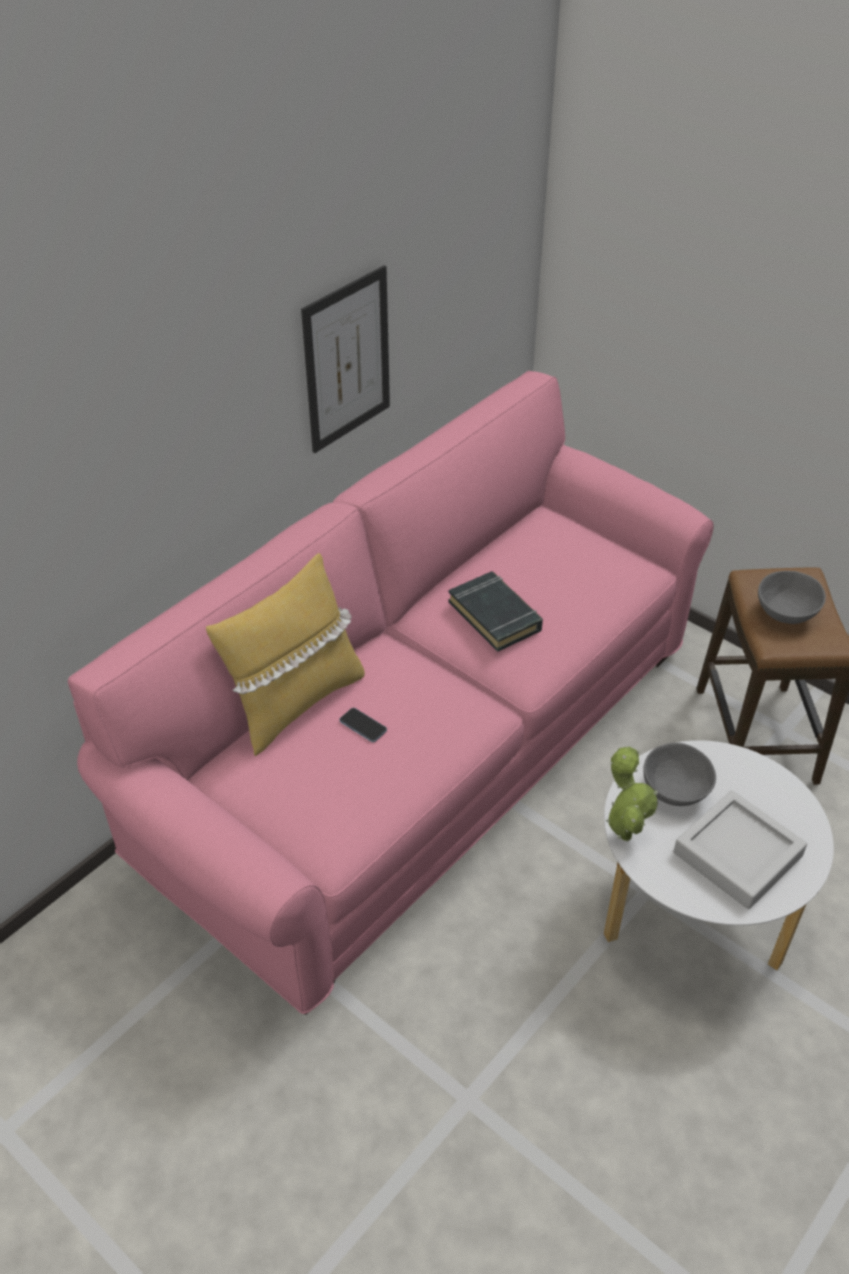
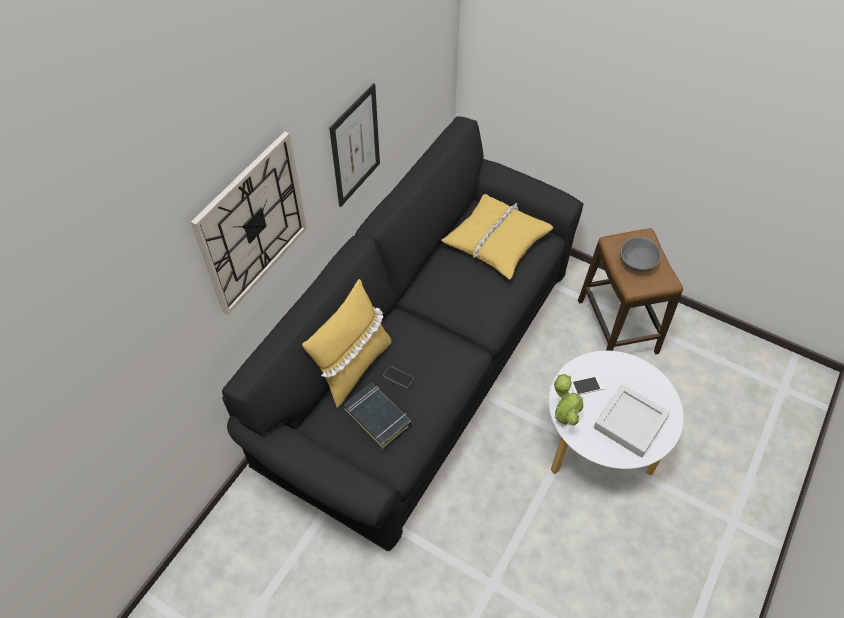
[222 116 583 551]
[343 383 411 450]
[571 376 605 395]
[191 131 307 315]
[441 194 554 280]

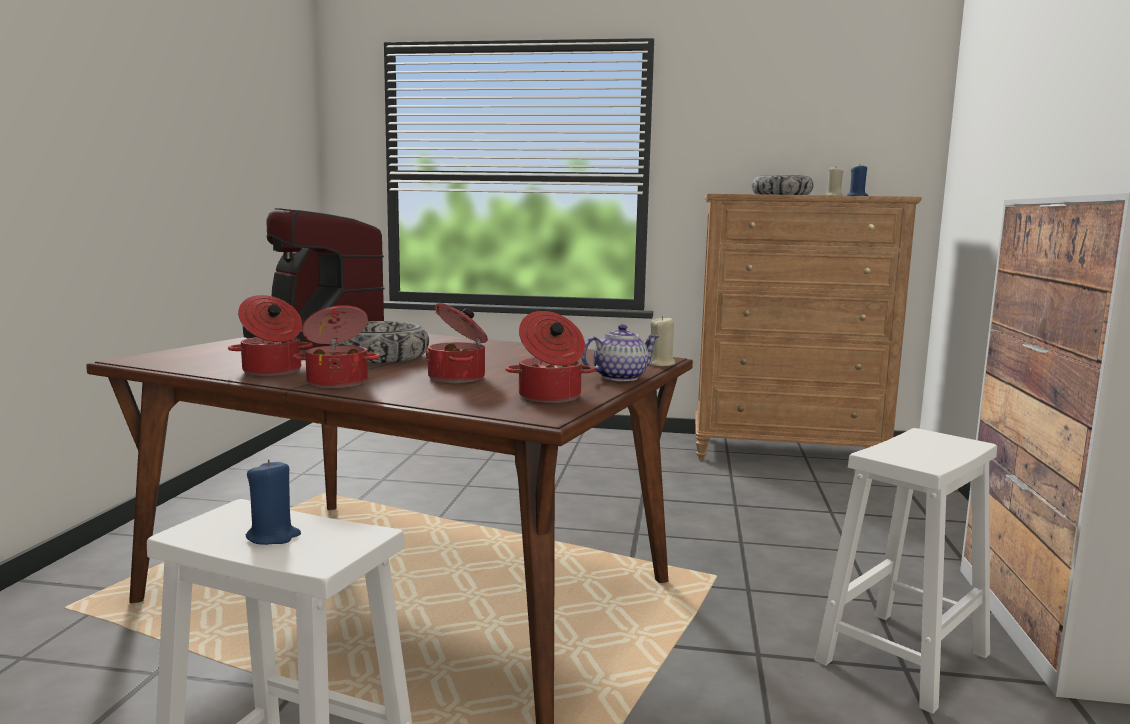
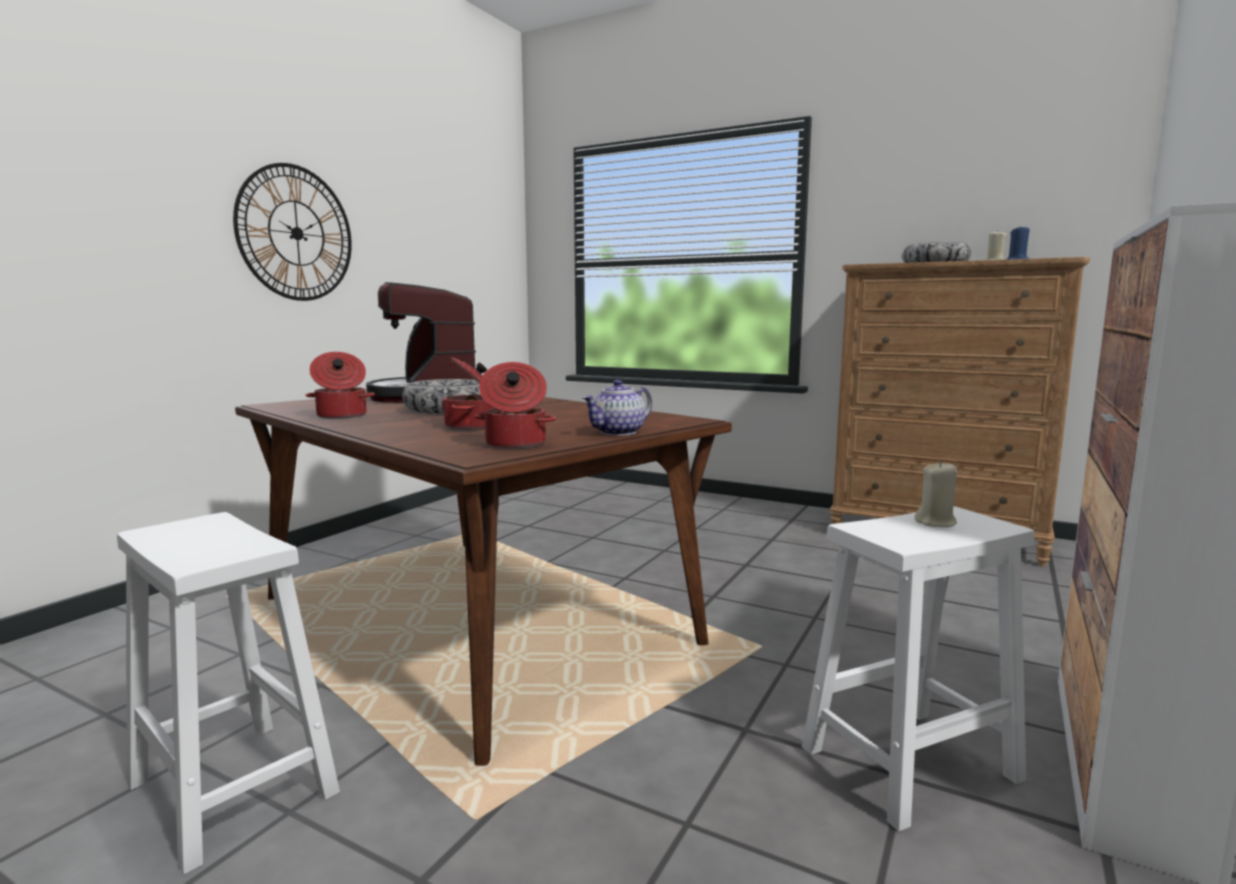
[293 305 380 388] (first image)
[914 461 957 527]
[582 380 652 436]
[246 459 301 545] (first image)
[233 163 352 301]

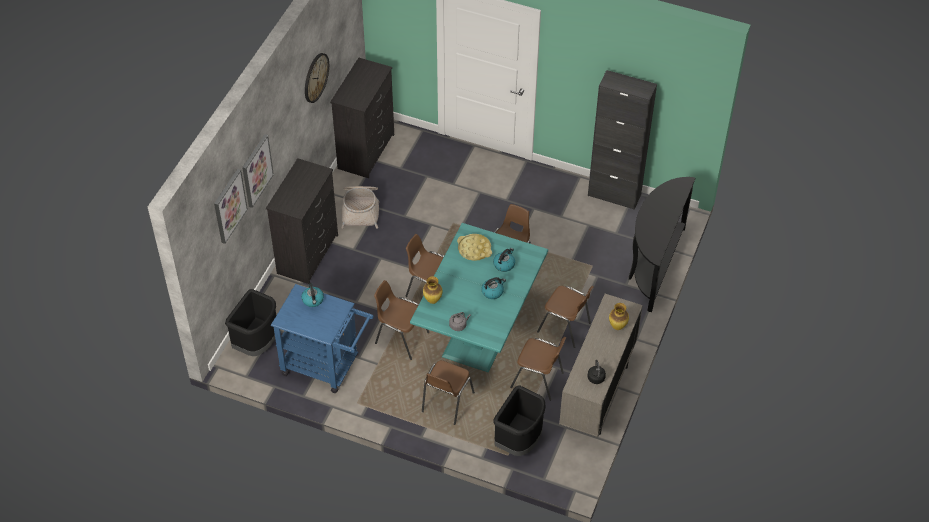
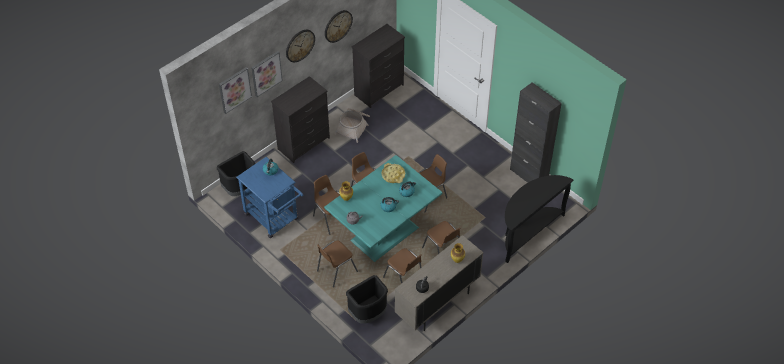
[286 30 315 62]

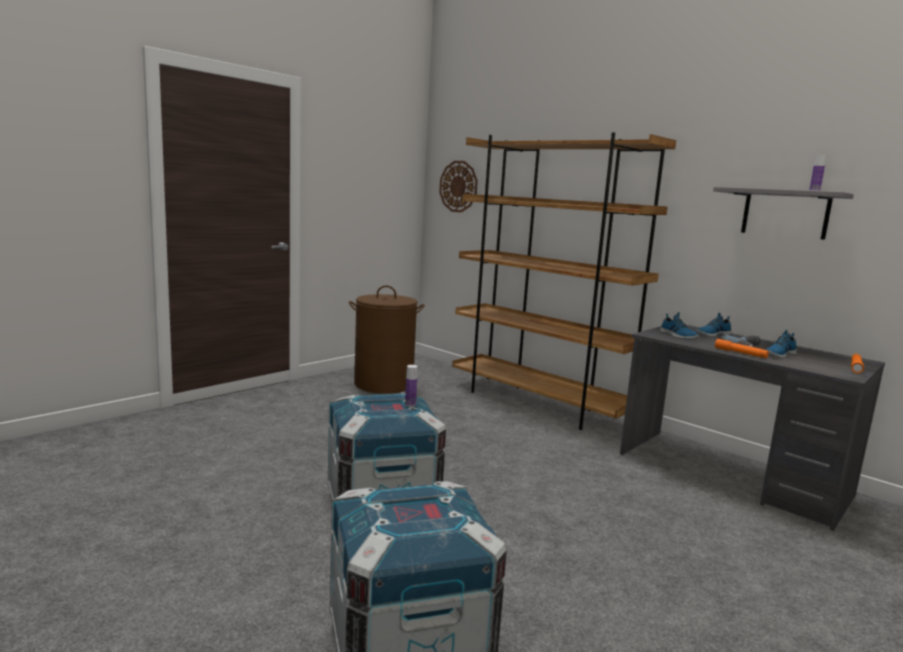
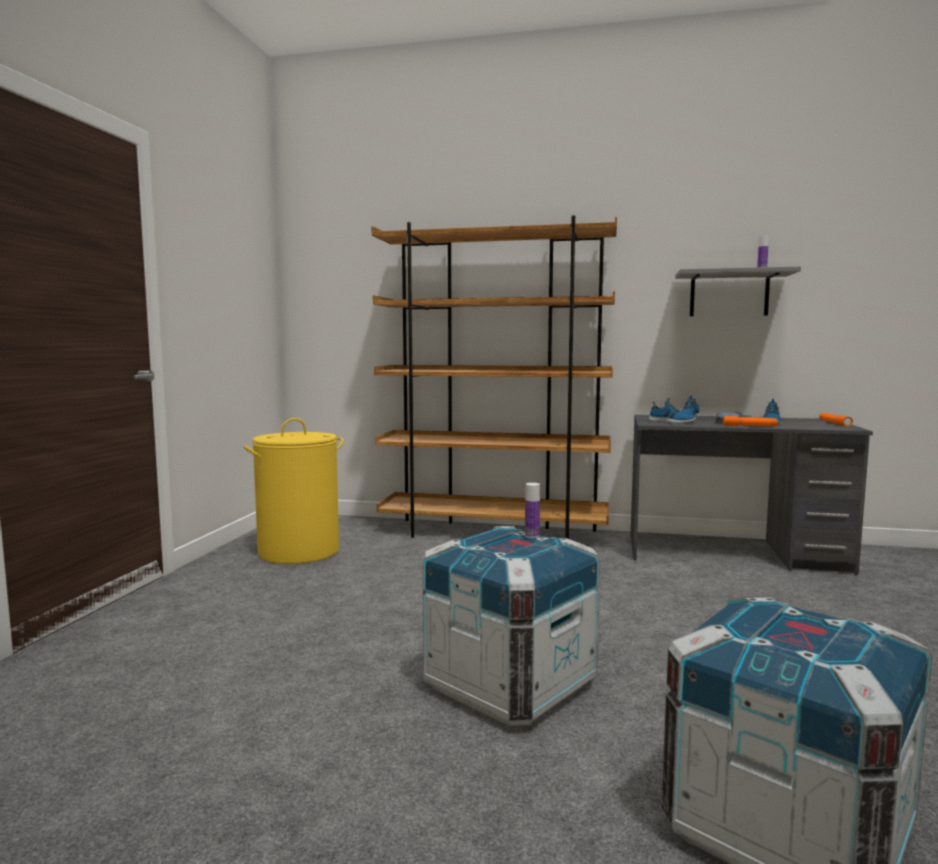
[439 161 478 212] (first image)
[244 418 344 564]

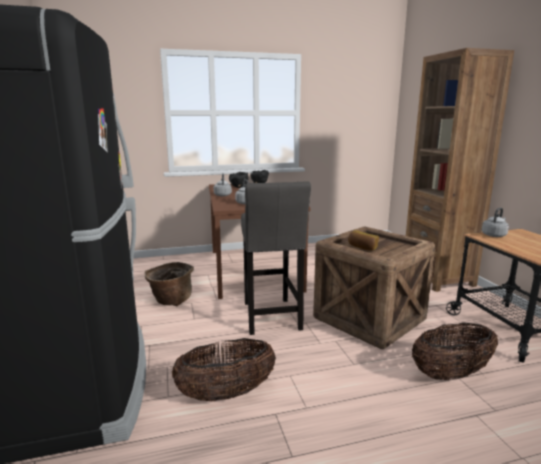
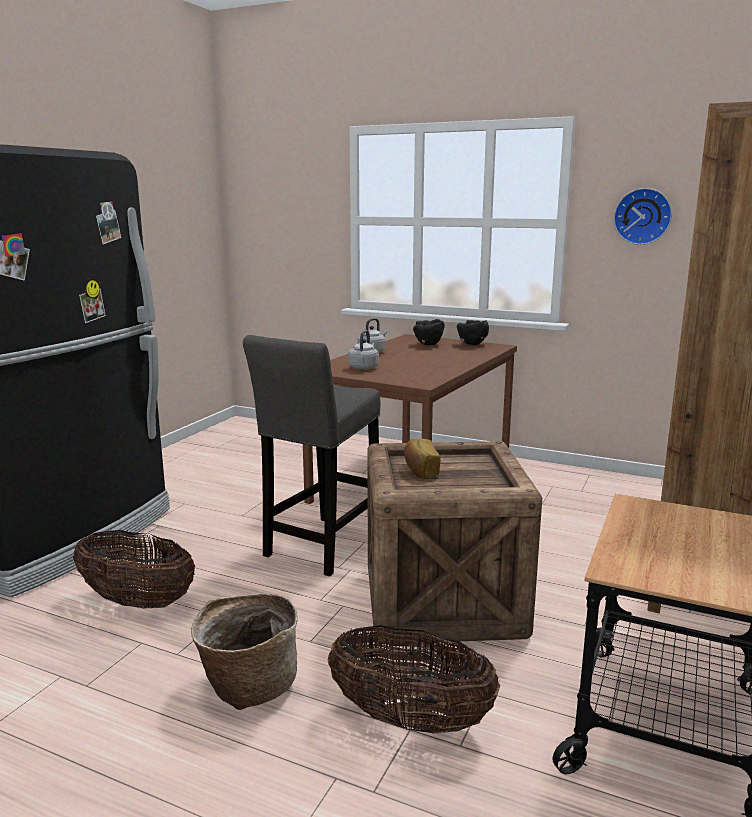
[482 207 509 237] (first image)
[191 593 297 710]
[614 188 672 245]

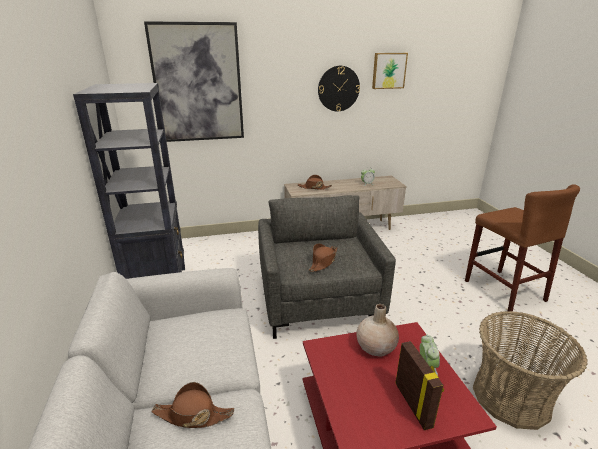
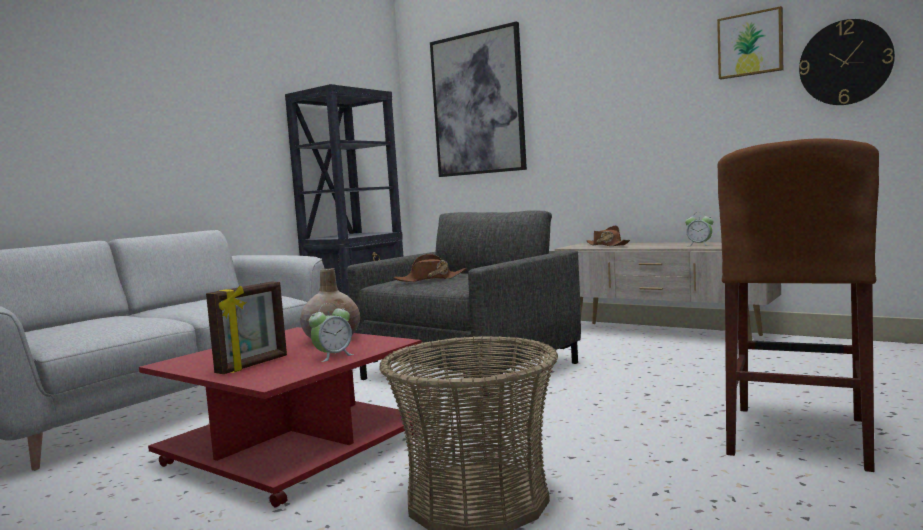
[799 19 895 105]
[151 382 234 428] (first image)

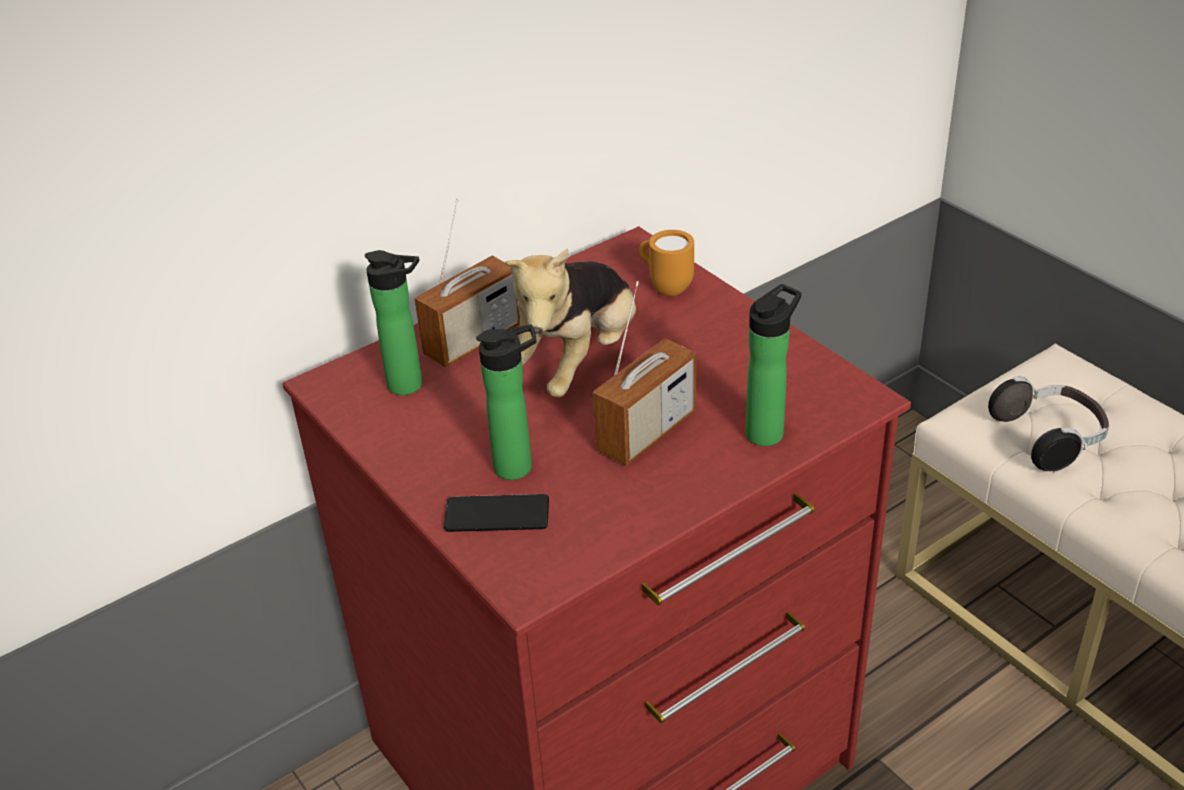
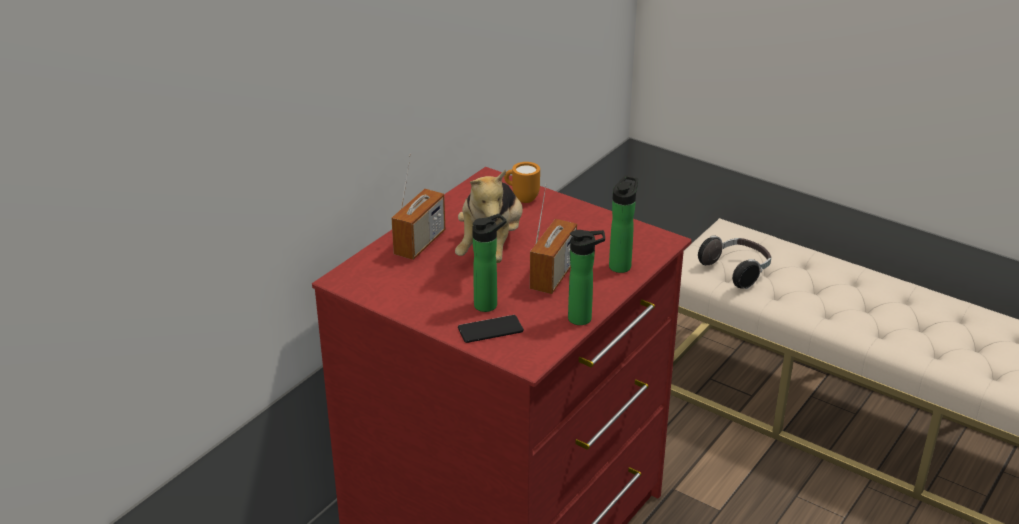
[568 230 605 325]

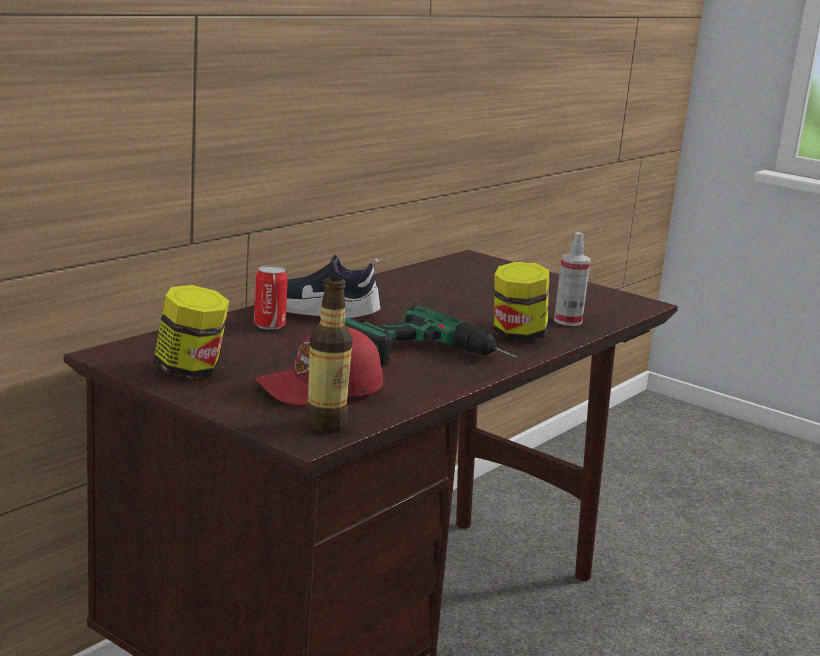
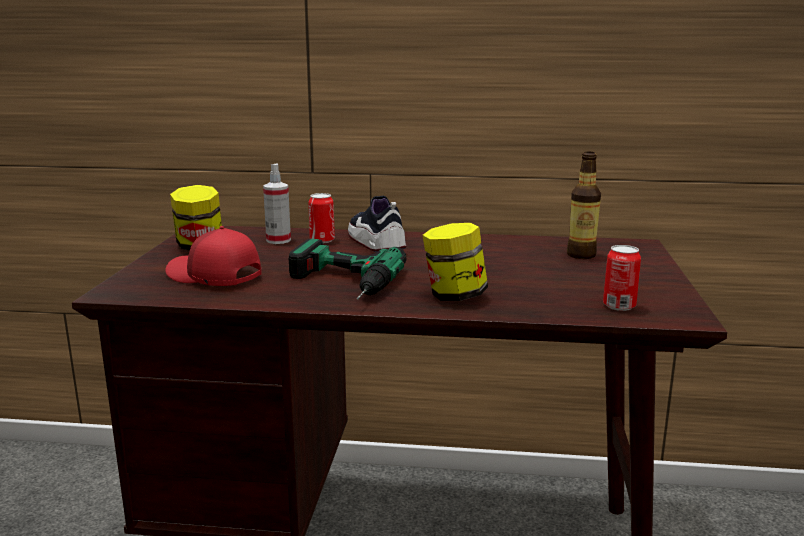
[263 163 291 244]
[567 152 601 259]
[603 245 641 311]

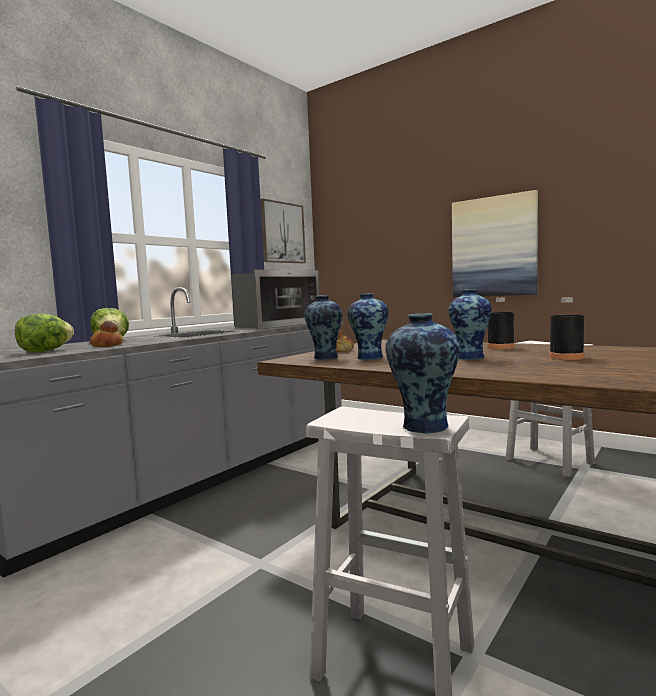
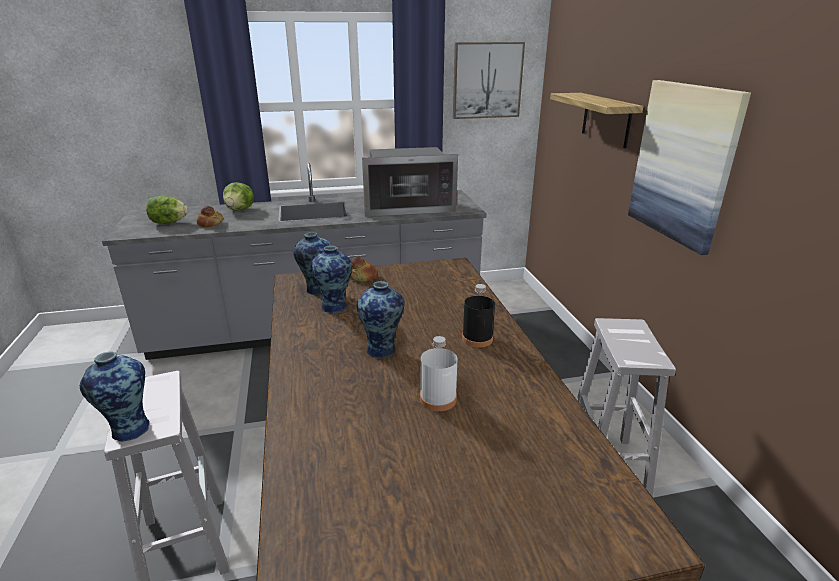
[420 336 457 411]
[550 93 644 148]

